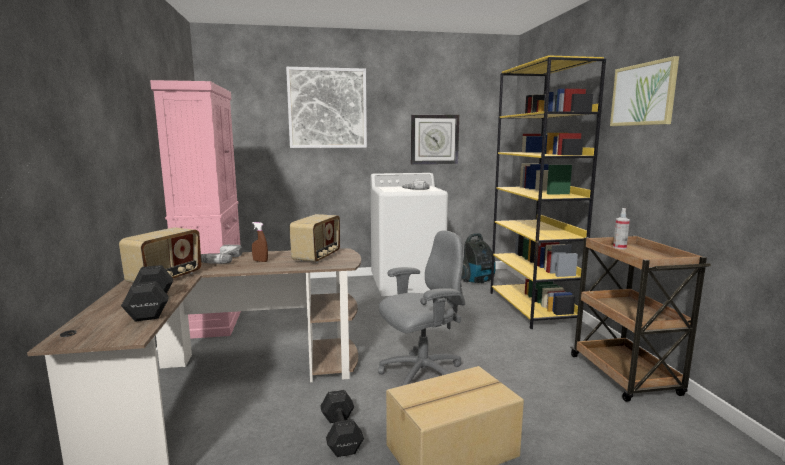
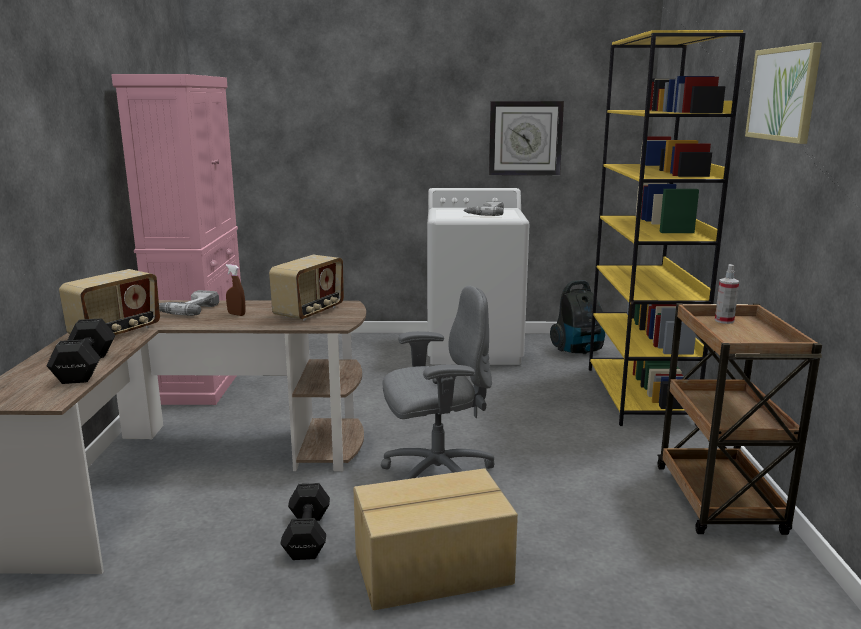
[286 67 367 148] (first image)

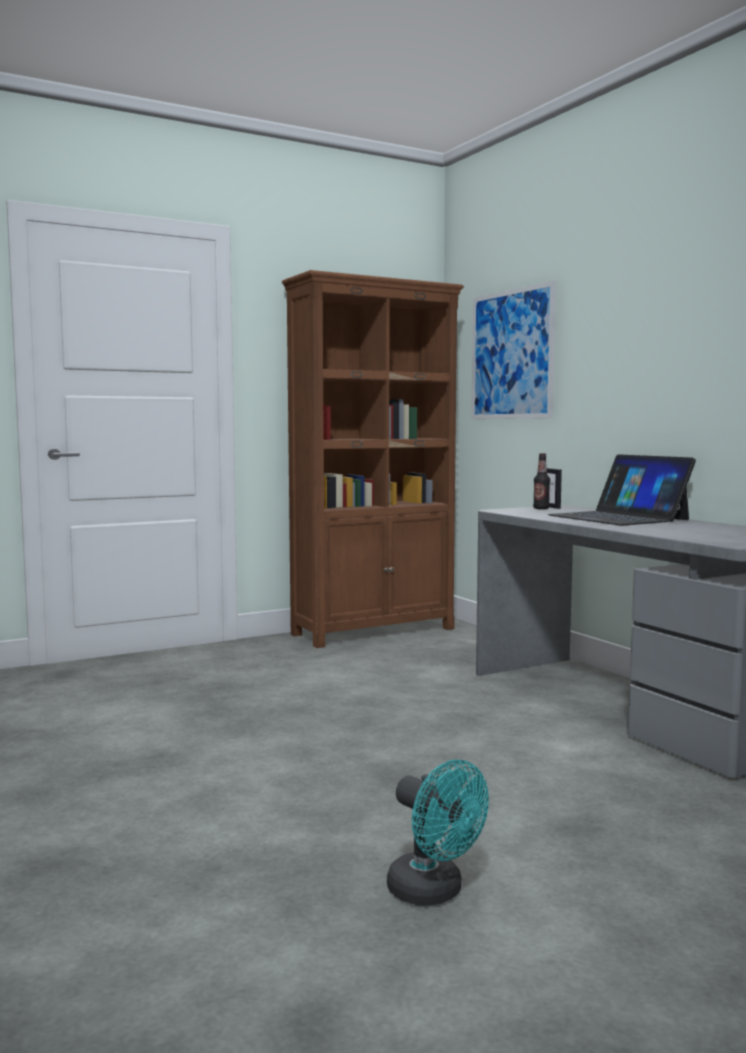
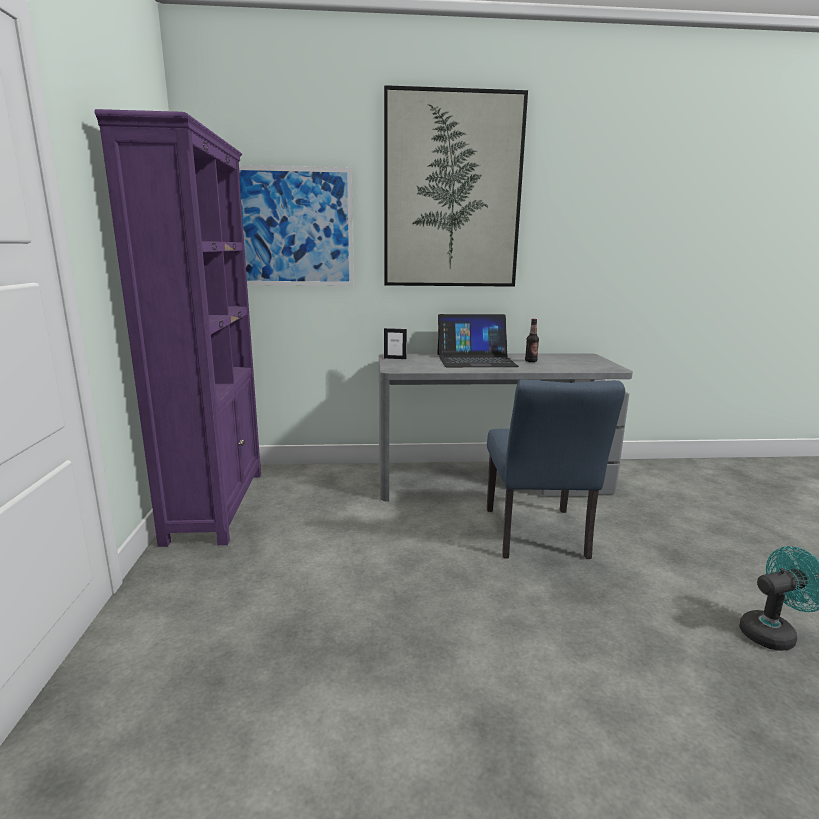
[94 109 261 547]
[525 319 539 362]
[384 85 528 287]
[487 379 625 559]

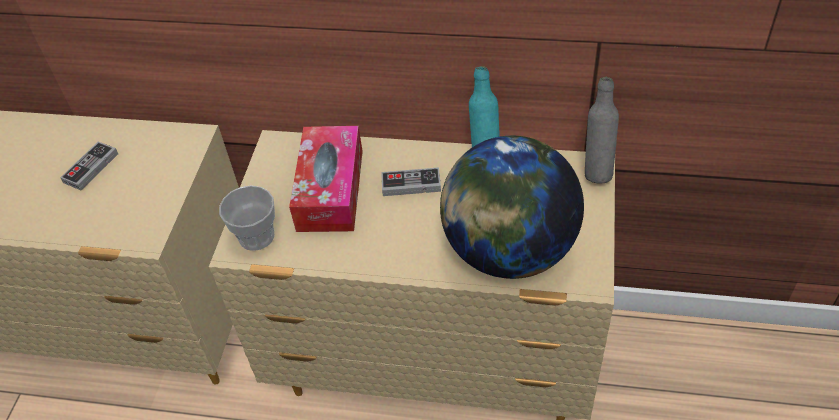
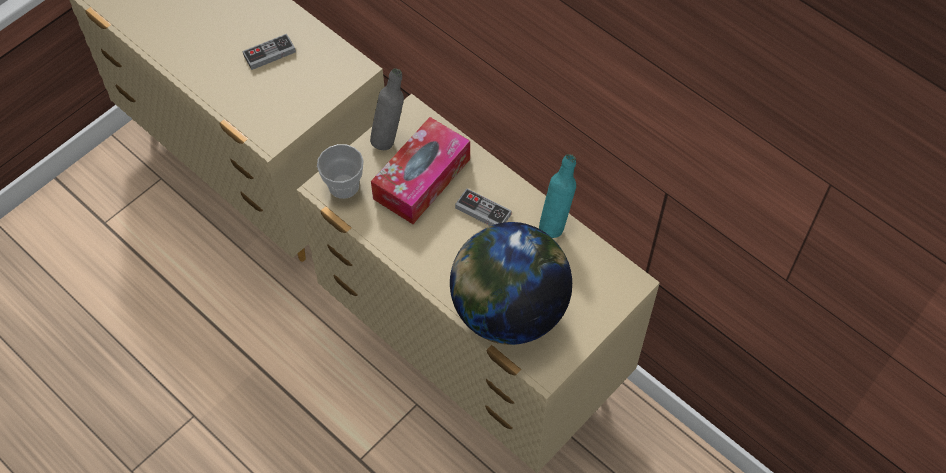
[370 69 404 150]

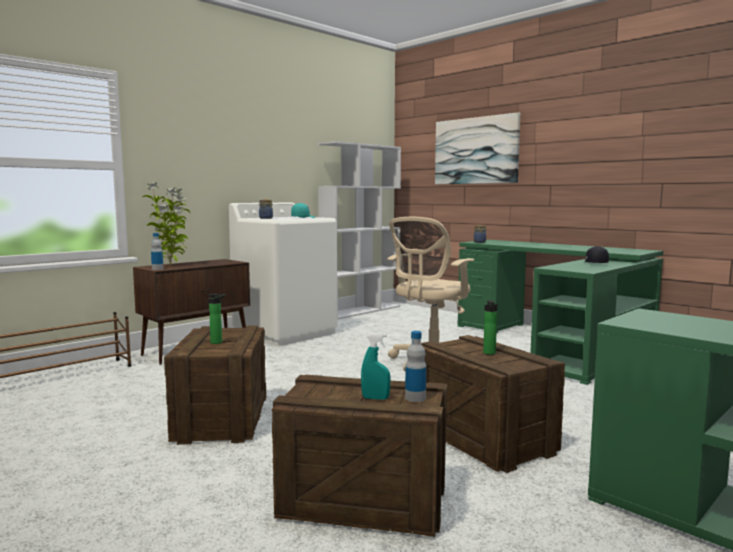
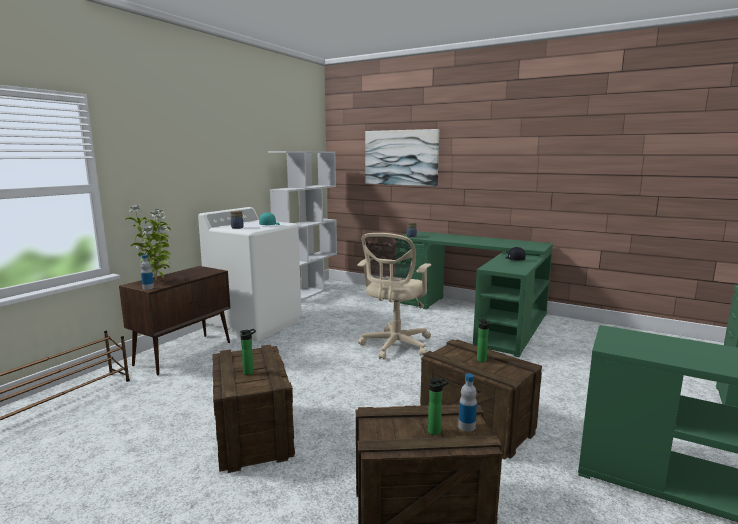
[428 378 449 435]

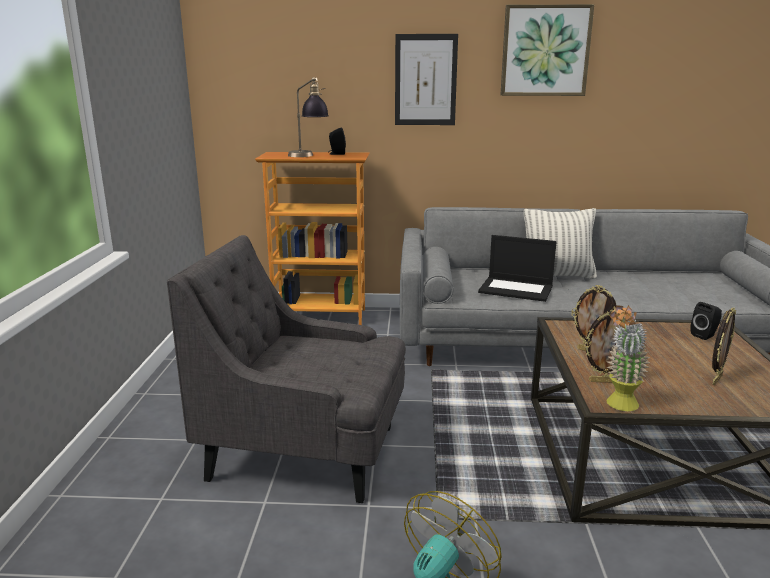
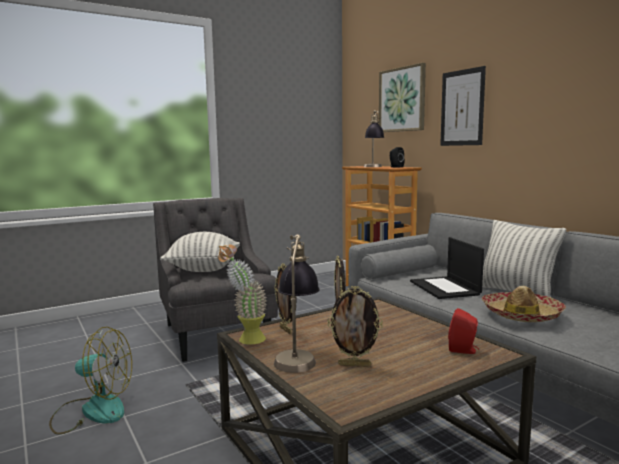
[379 63 426 132]
[448 308 479 354]
[160 232 240 272]
[274 234 320 373]
[482 286 566 322]

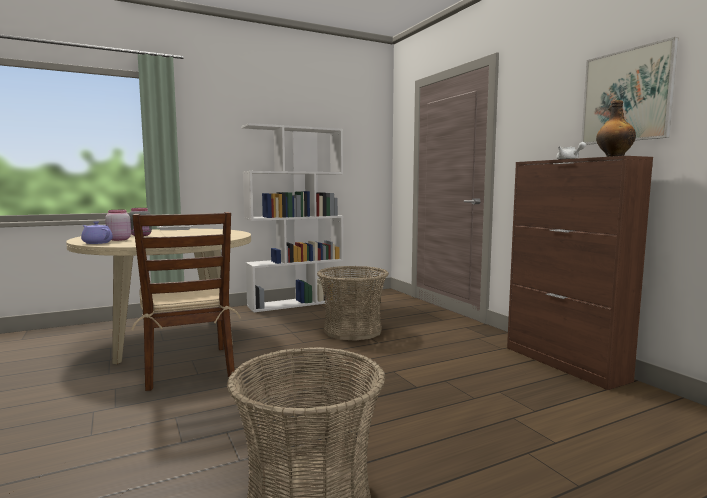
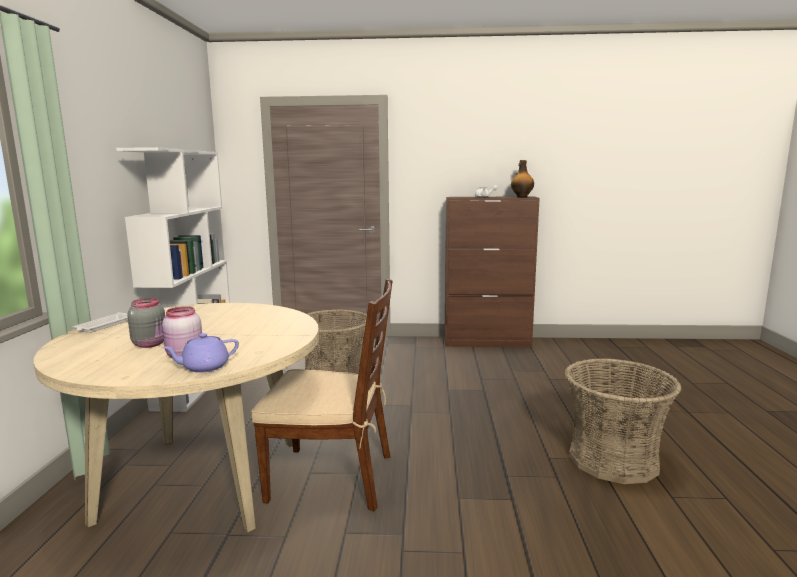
[581 37 678 145] (first image)

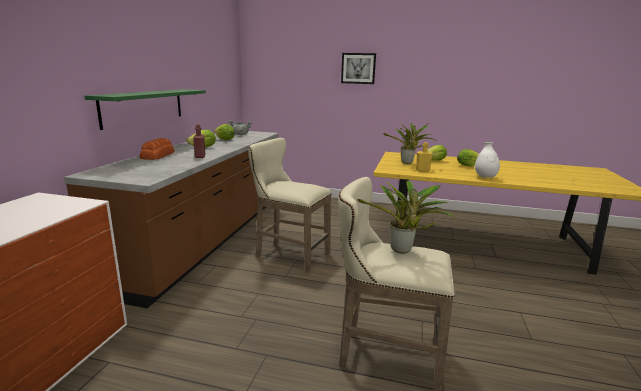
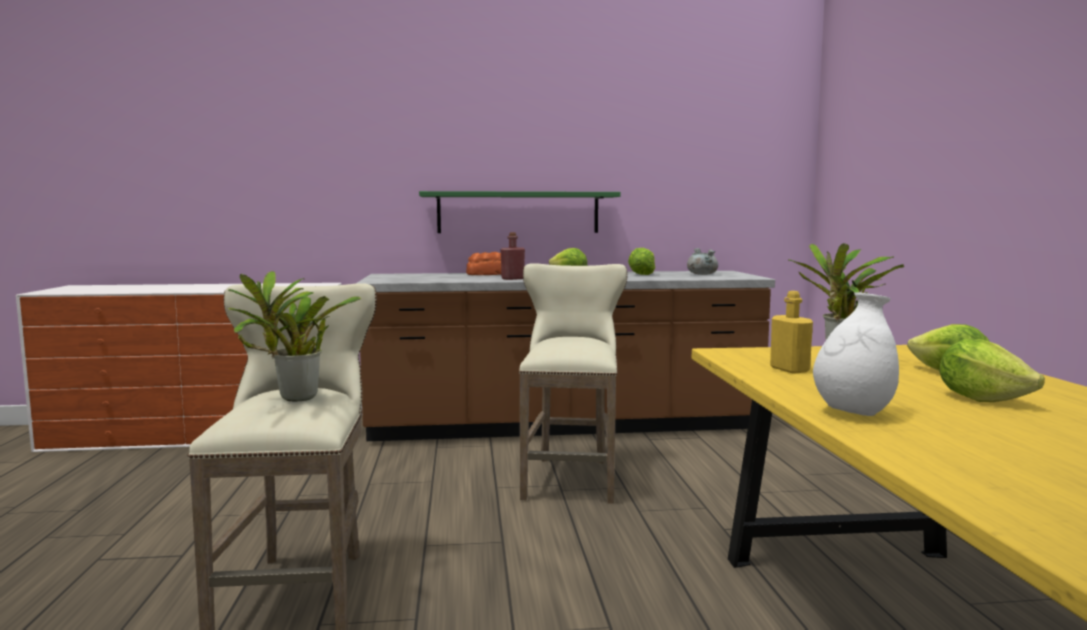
[341 53 376 84] (first image)

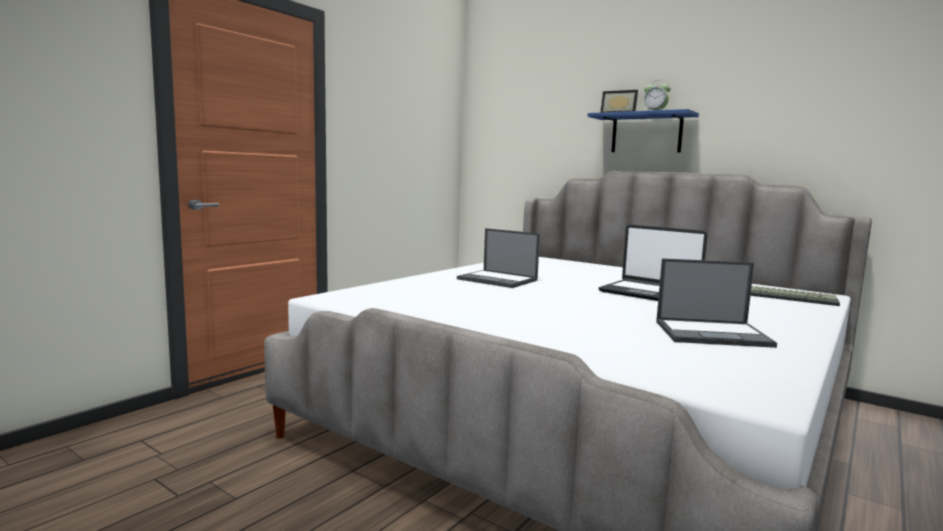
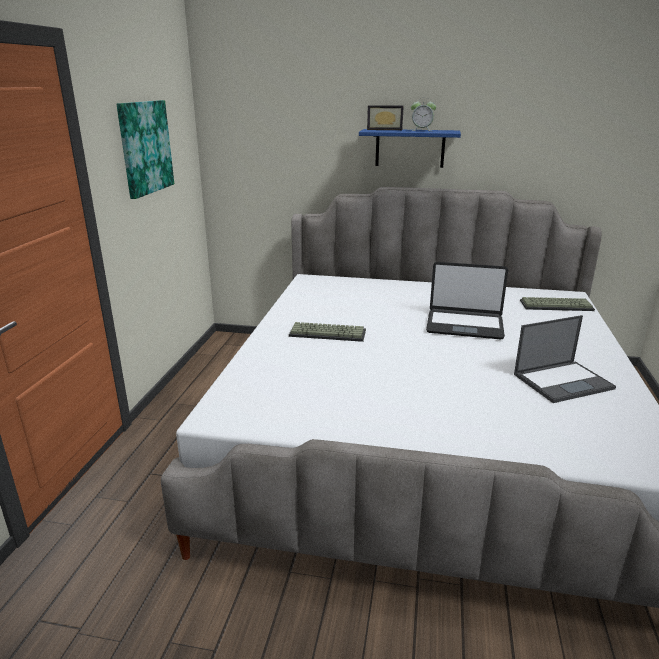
[289 322 366 342]
[117 100 174 199]

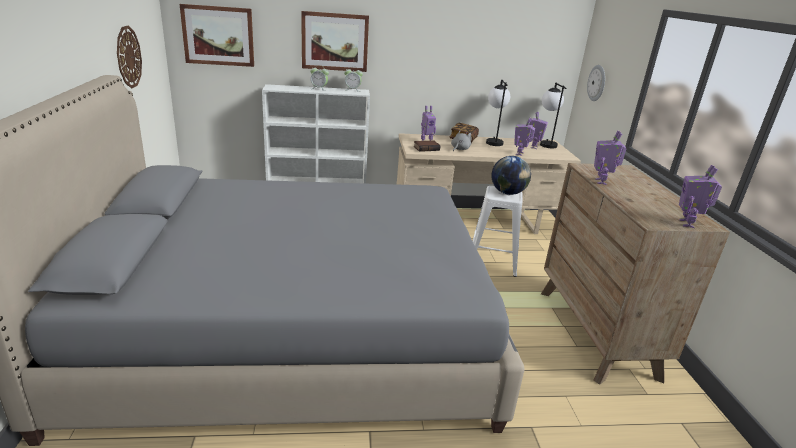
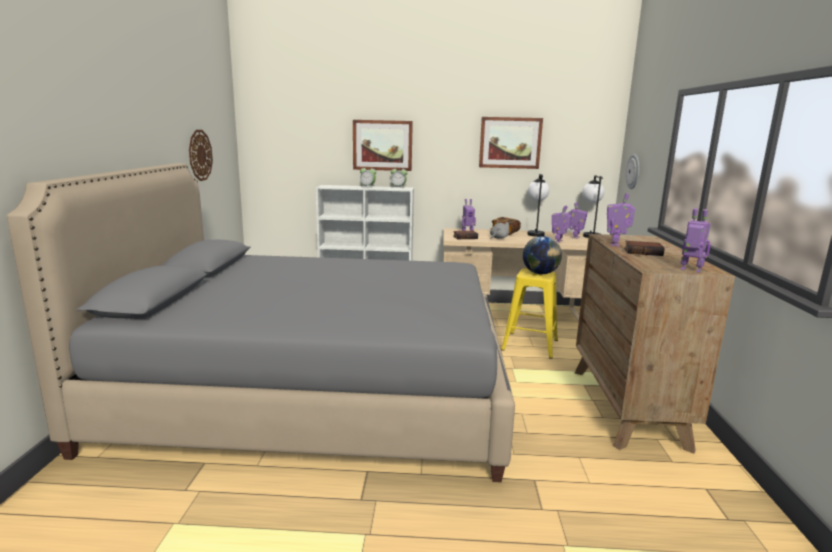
[479 117 543 169]
[681 208 711 273]
[501 268 558 359]
[624 241 665 256]

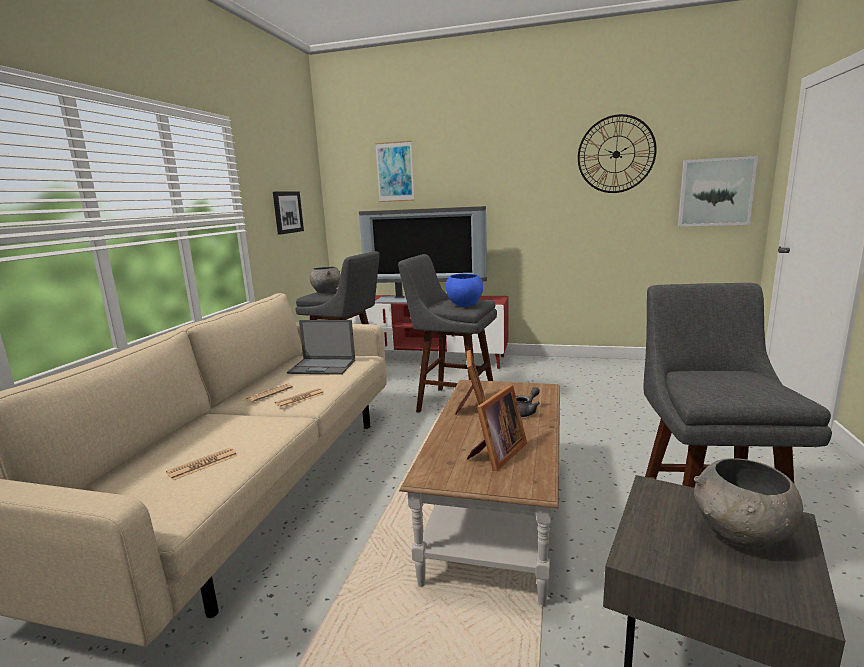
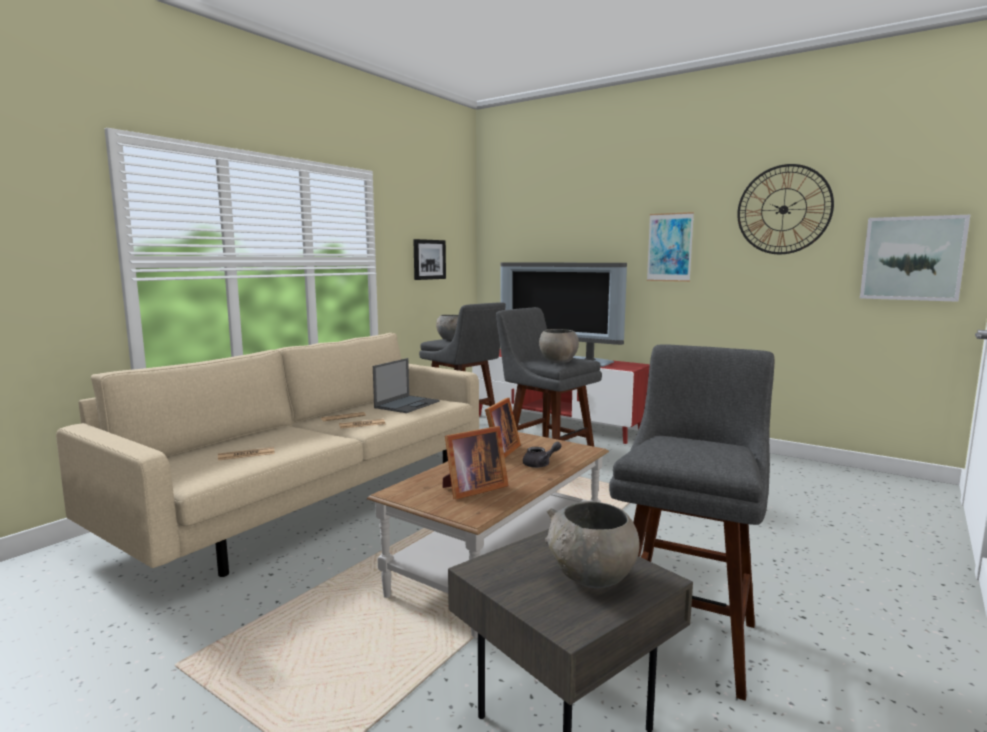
[647 212 694 282]
[539 329 579 363]
[373 358 439 413]

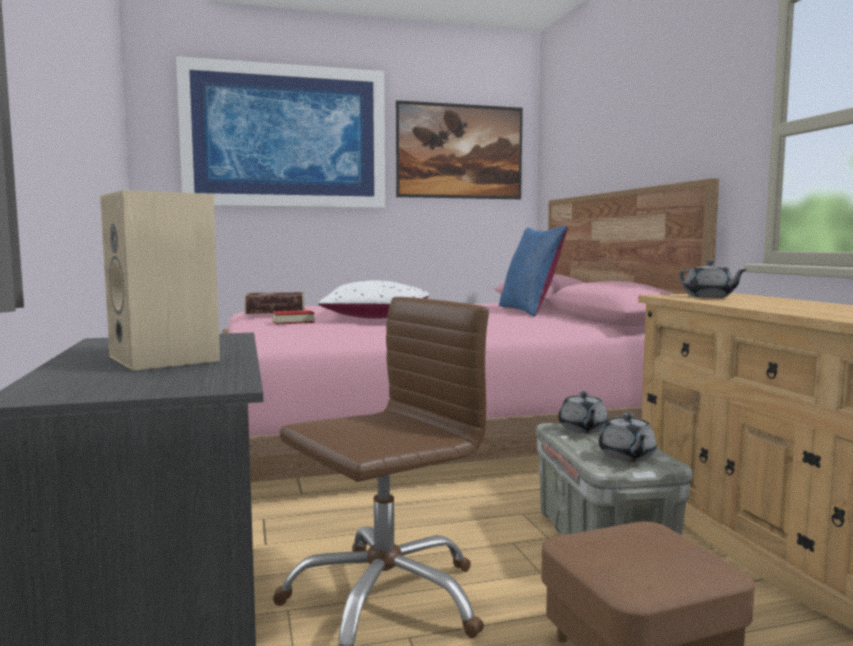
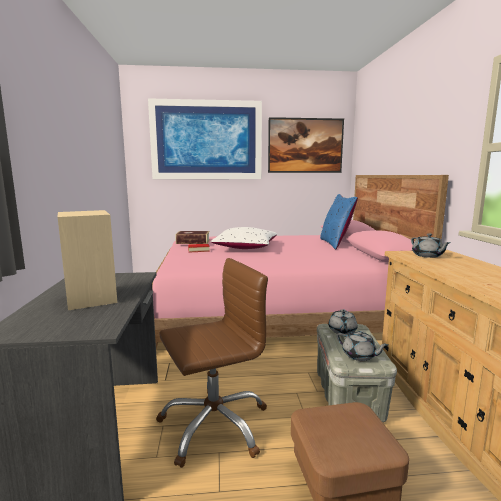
[337 331 388 361]

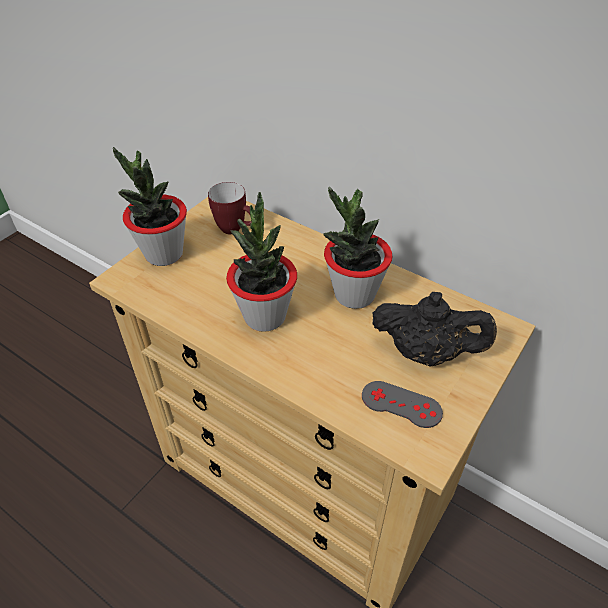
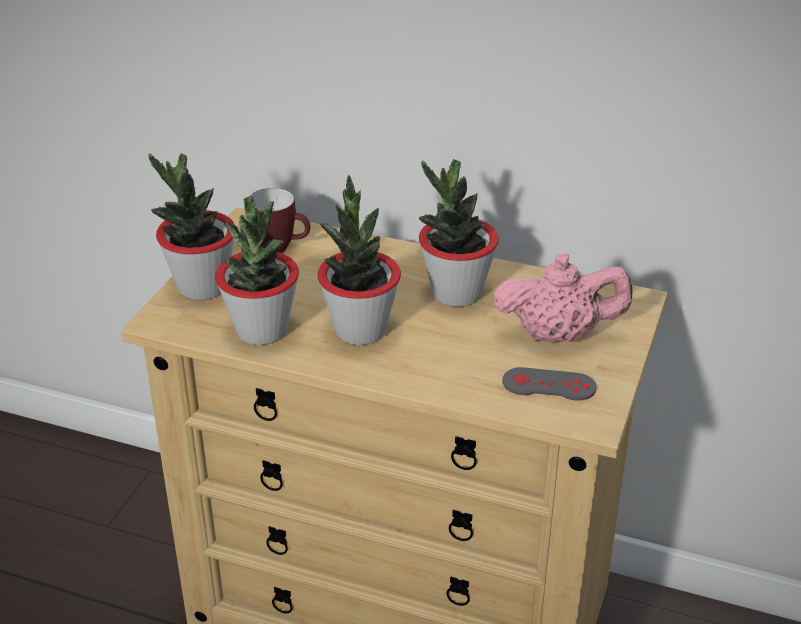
[493 254 633 343]
[215 196 299 345]

